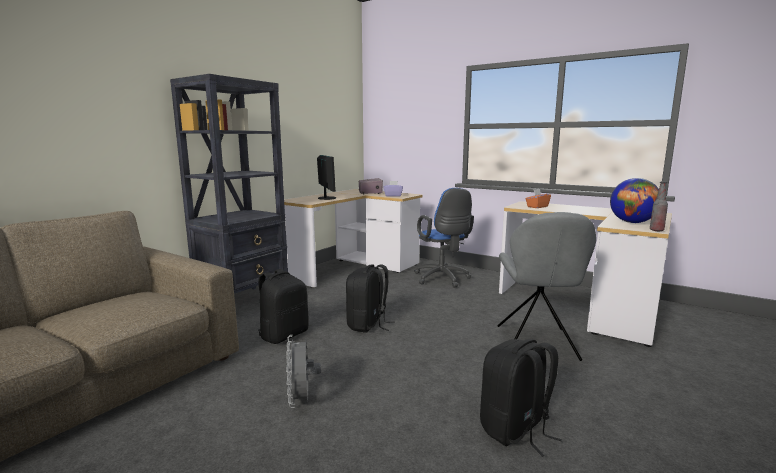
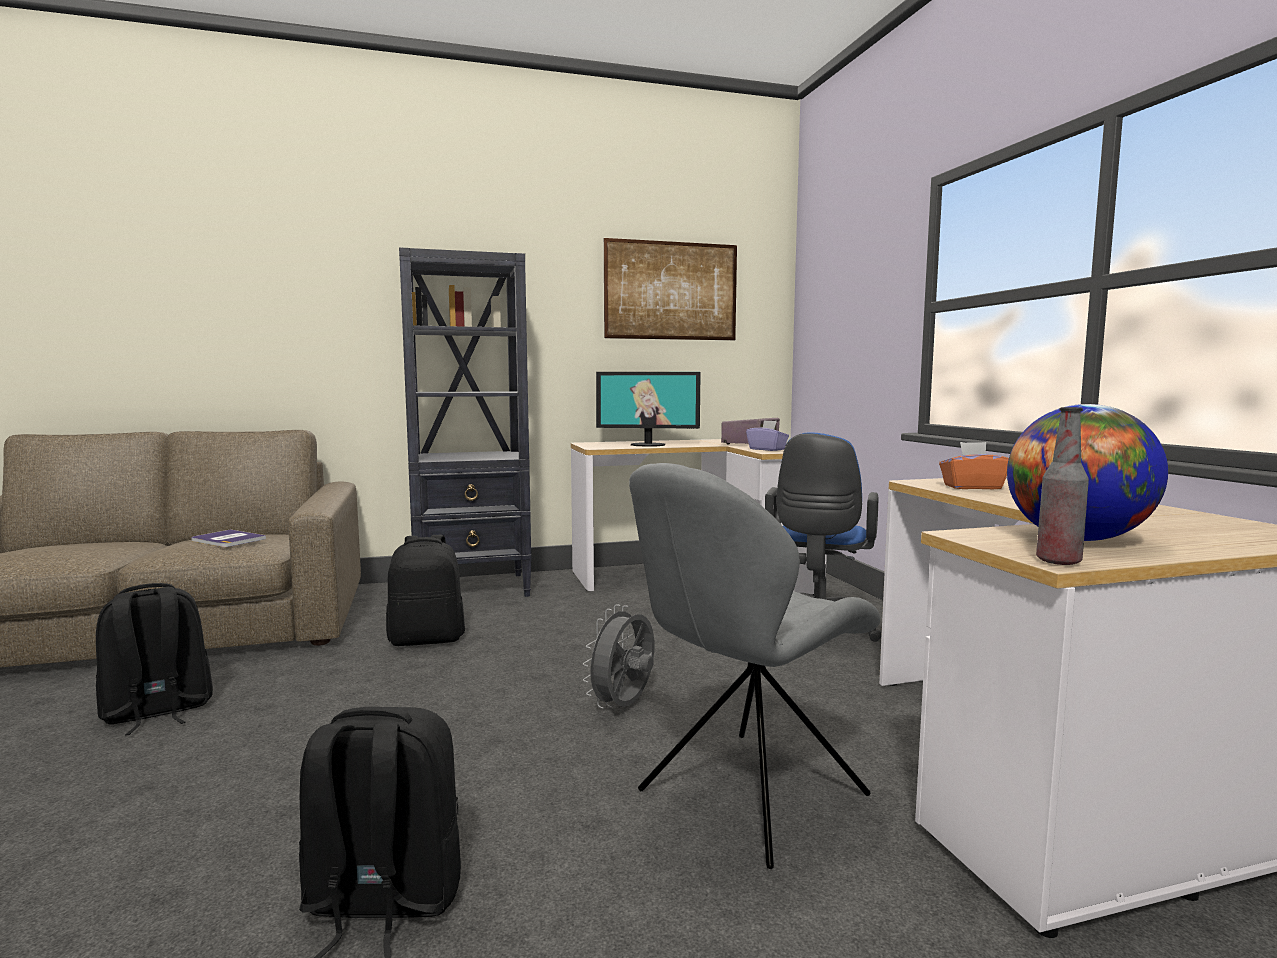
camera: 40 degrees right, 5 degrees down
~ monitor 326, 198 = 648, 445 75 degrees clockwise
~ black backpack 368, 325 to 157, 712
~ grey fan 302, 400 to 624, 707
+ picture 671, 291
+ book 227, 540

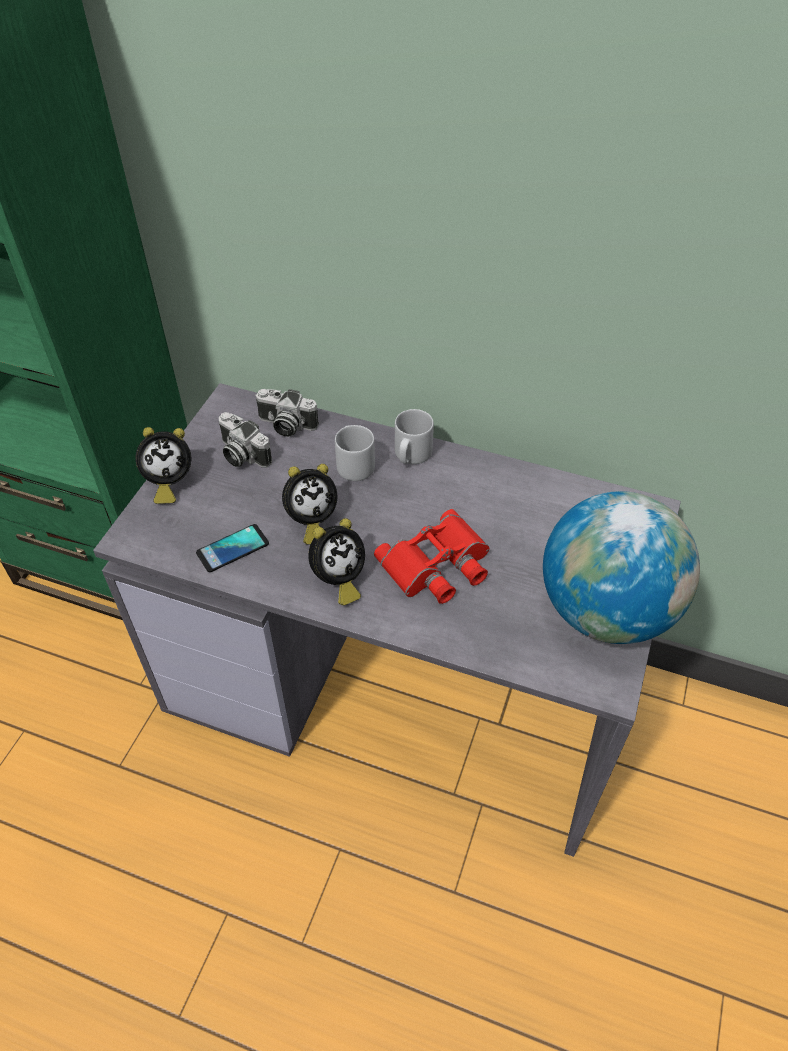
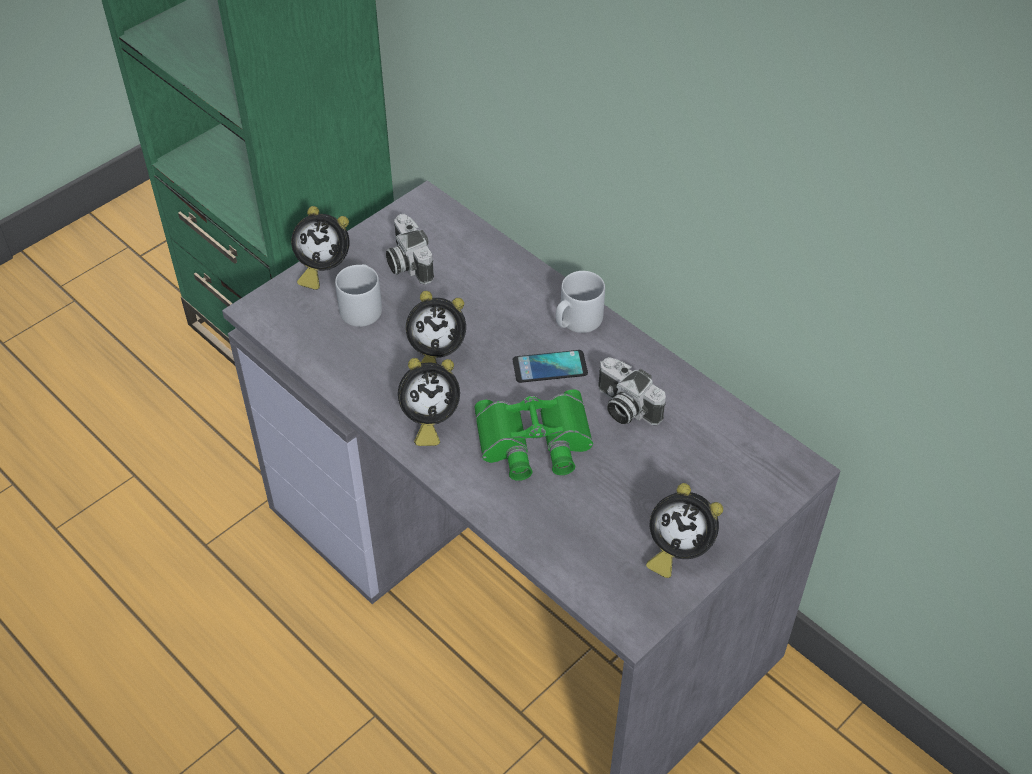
camera: 25 degrees right, 0 degrees up
~ photo camera 285, 425 to 624, 407
~ grey mug 354, 464 to 362, 307
~ globe 605, 610 to alarm clock 677, 550
~ red binoculars 438, 566 to green binoculars 534, 443
~ phone 233, 548 to 550, 367

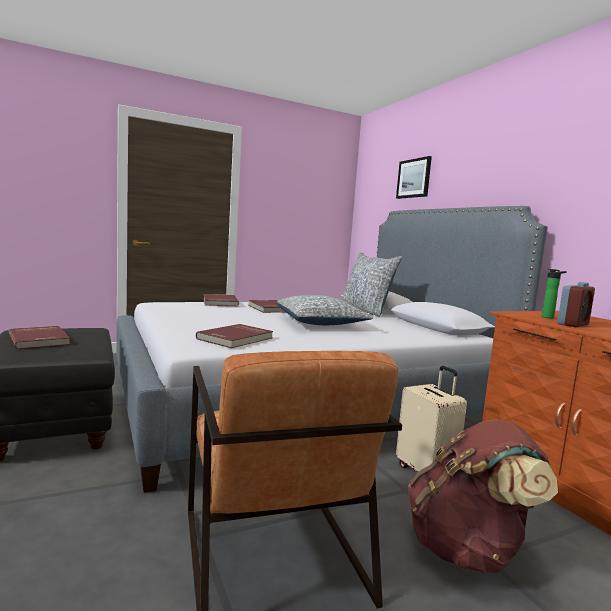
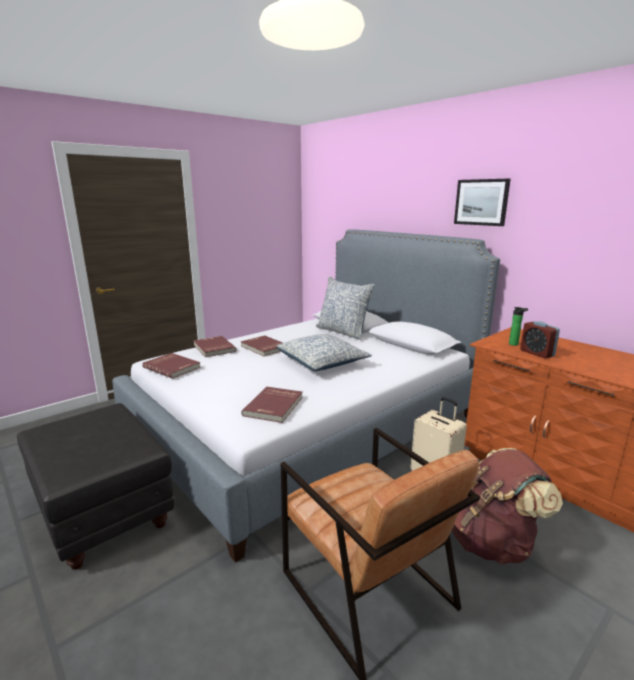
camera: 15 degrees left, 10 degrees up
~ picture 414, 178 to 481, 202
~ alarm clock 573, 324 = 536, 353 120 degrees clockwise
~ red book 40, 340 to 172, 367

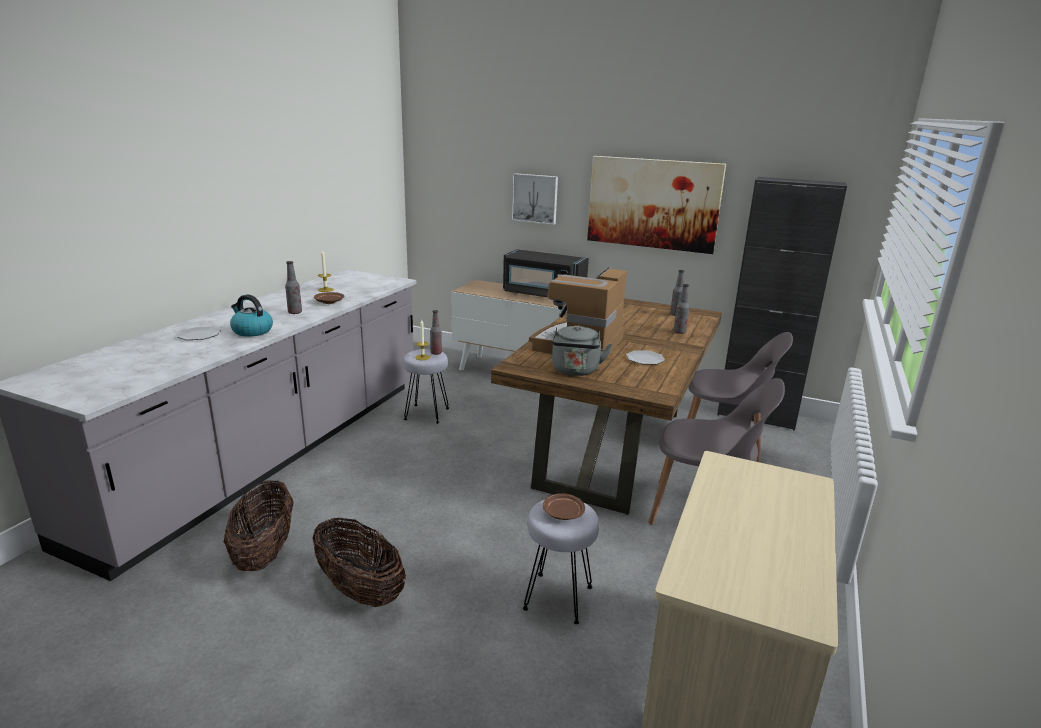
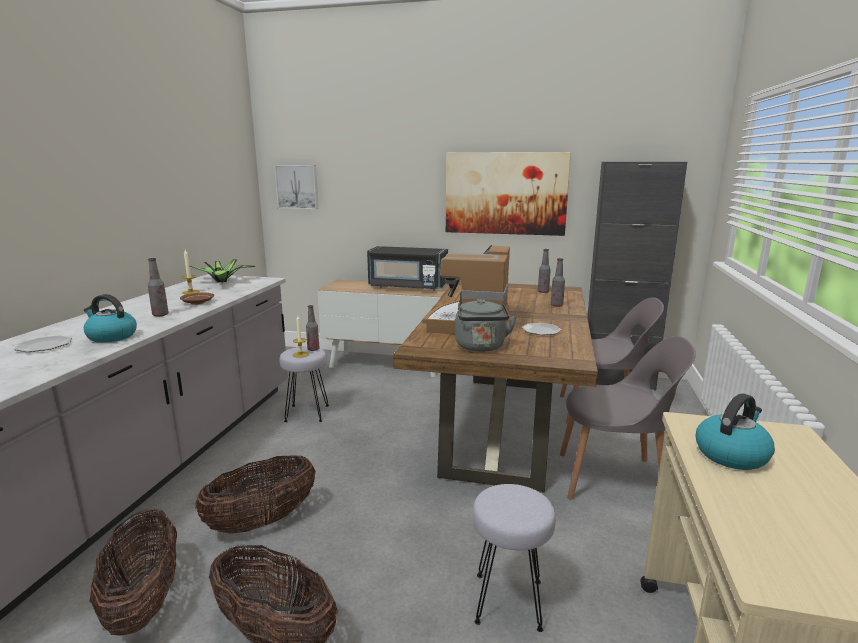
camera: 10 degrees left, 5 degrees down
~ picture 535, 198 to 297, 186
- brown plate 563, 513
+ potted plant 223, 282
+ kettle 731, 454
+ basket 262, 521

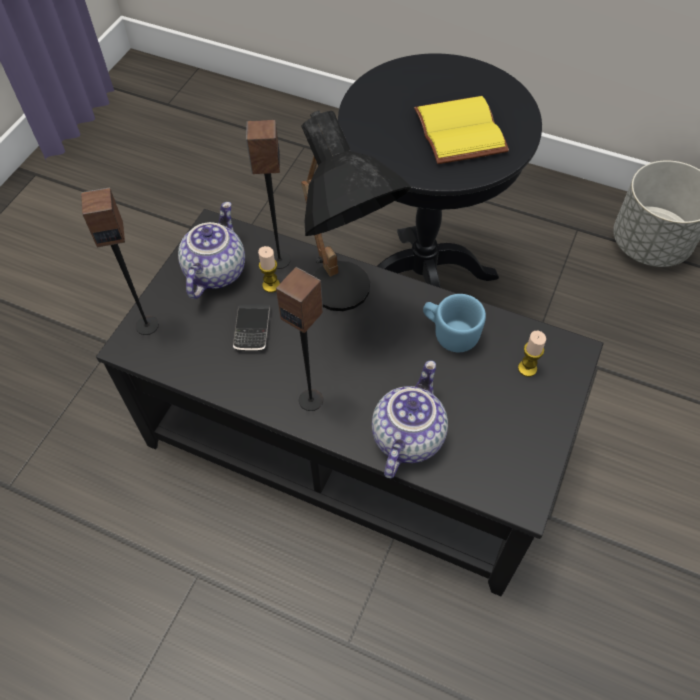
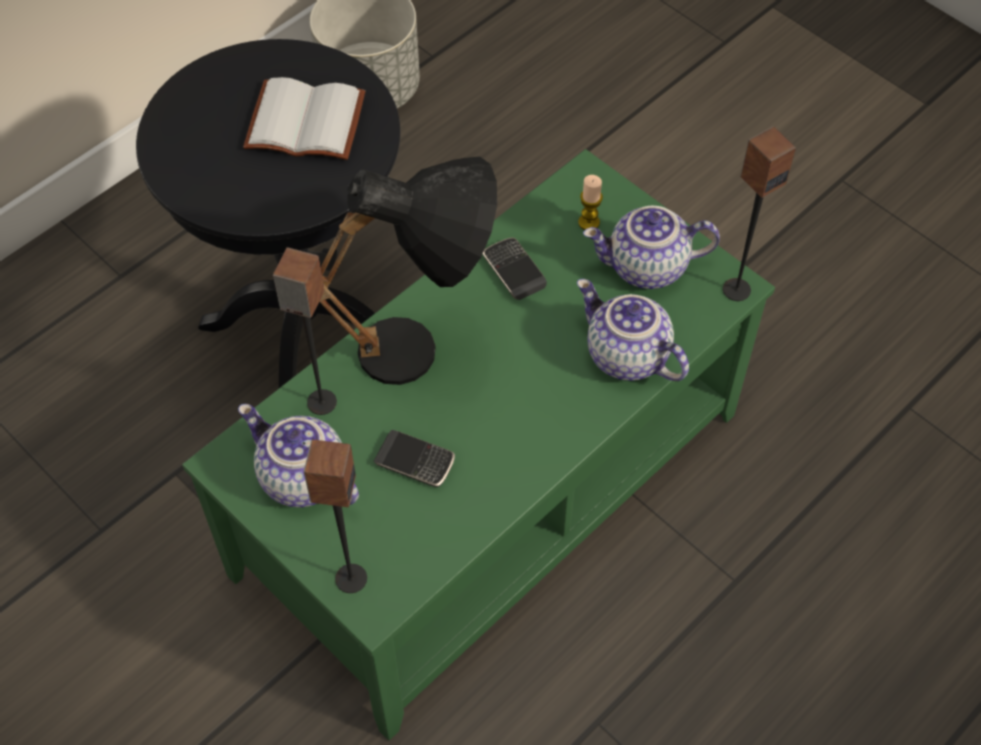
camera: 70 degrees left, 0 degrees up
~ yellow book 463, 132 to white book 308, 120
~ black coffee table 350, 443 to green coffee table 492, 496
- candle 271, 285
~ speaker 311, 399 to 736, 289
~ blue mug 450, 333 to phone 514, 271
+ teapot 646, 268

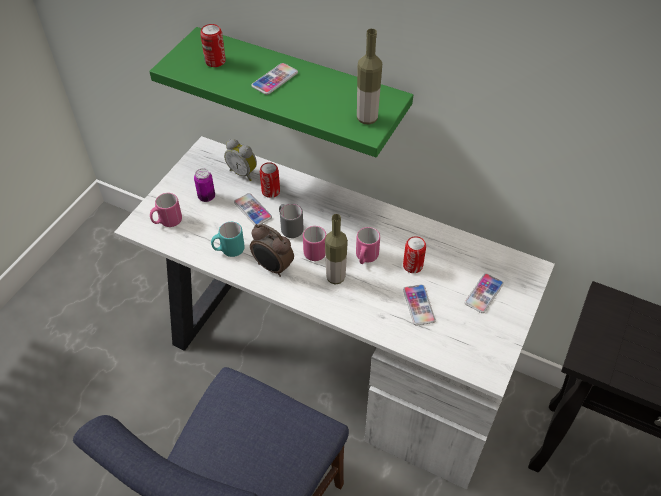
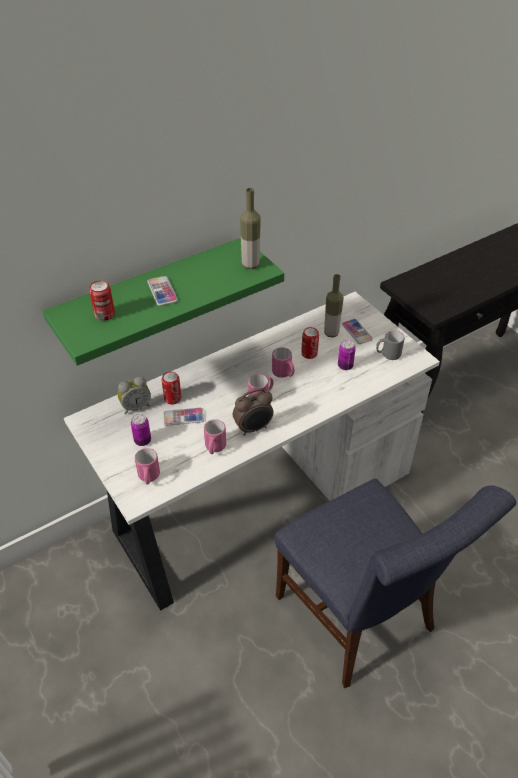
camera: 60 degrees left, 5 degrees down
~ grey mug 289, 228 to 387, 355
~ bottle 335, 277 to 331, 333
~ turquoise mug 229, 250 to pink mug 214, 448
~ phone 418, 305 to can 345, 366

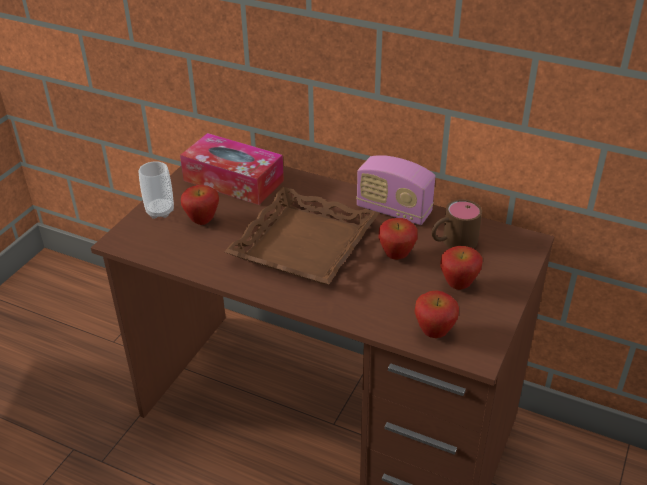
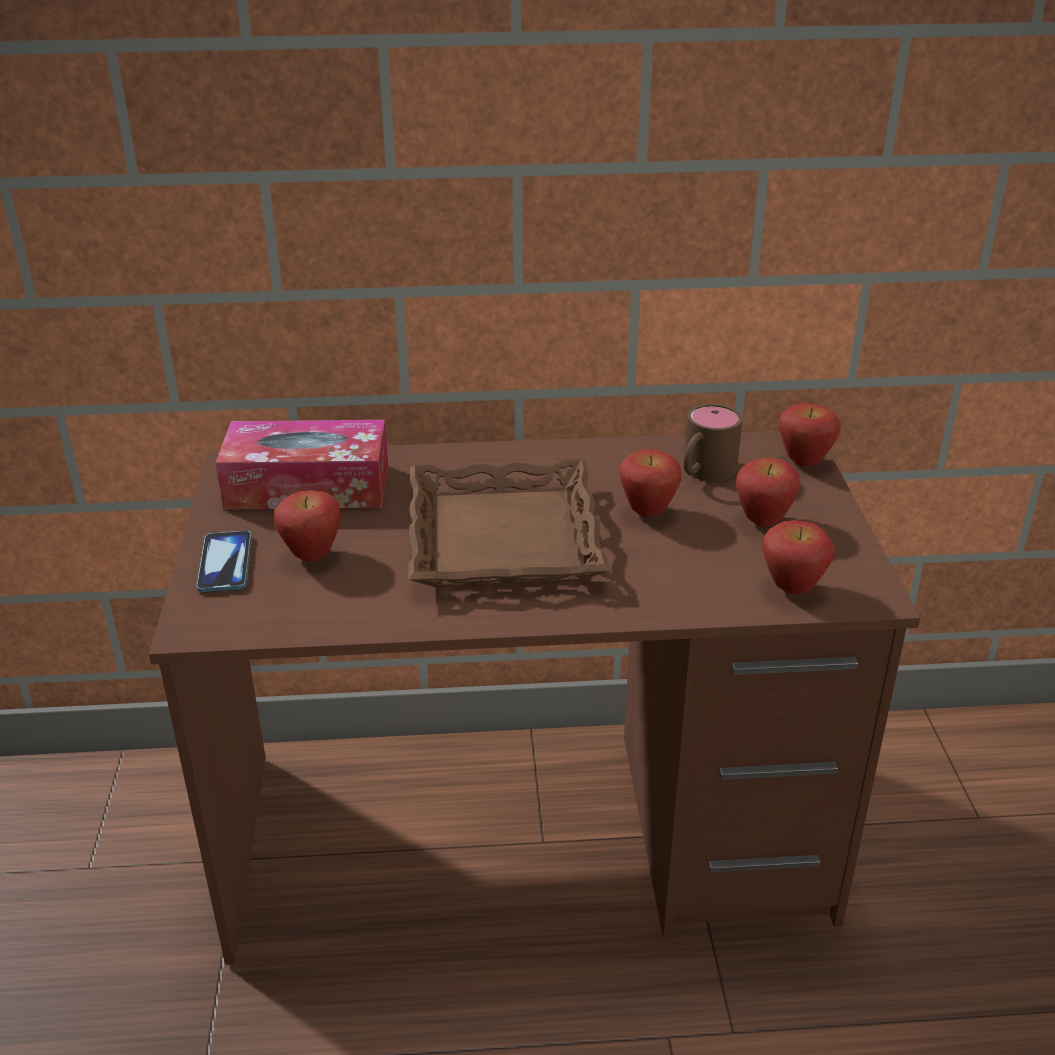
camera: 30 degrees left, 5 degrees down
- radio 394, 211
~ cup 160, 211 to phone 225, 563
+ apple 804, 462

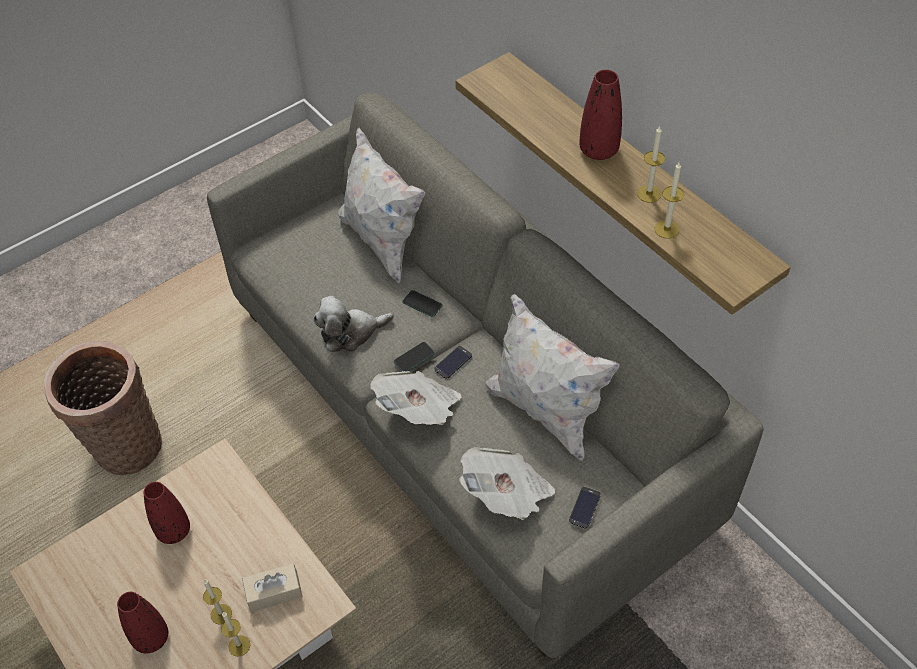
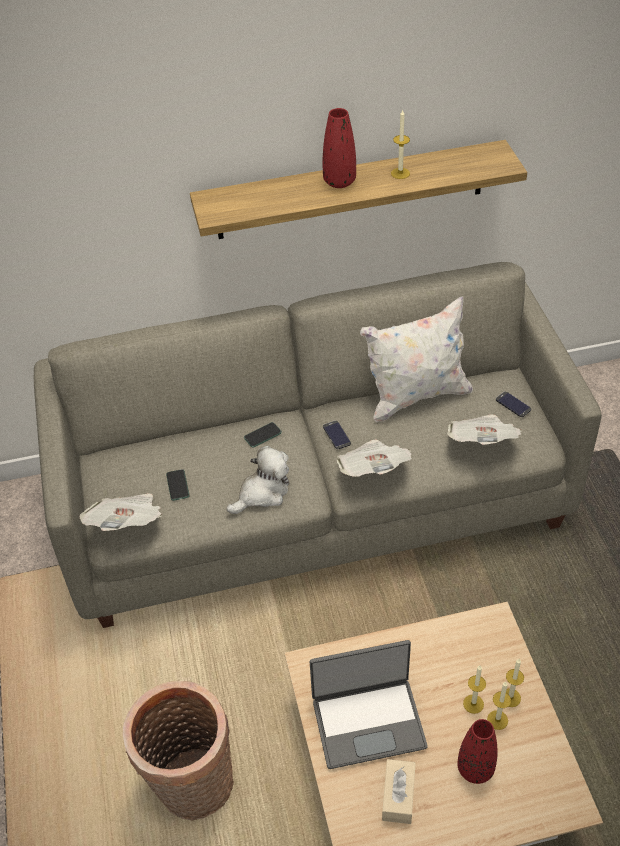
camera: 65 degrees left, 5 degrees down
- white pillow 383, 241
~ candle 666, 229 to 497, 720
~ plush toy 351, 333 = 262, 493 135 degrees counterclockwise
~ phone 414, 358 to 177, 485
~ red vase 174, 531 to laptop 368, 721
~ beige tissue box 274, 592 to 398, 796
+ newspaper 127, 524

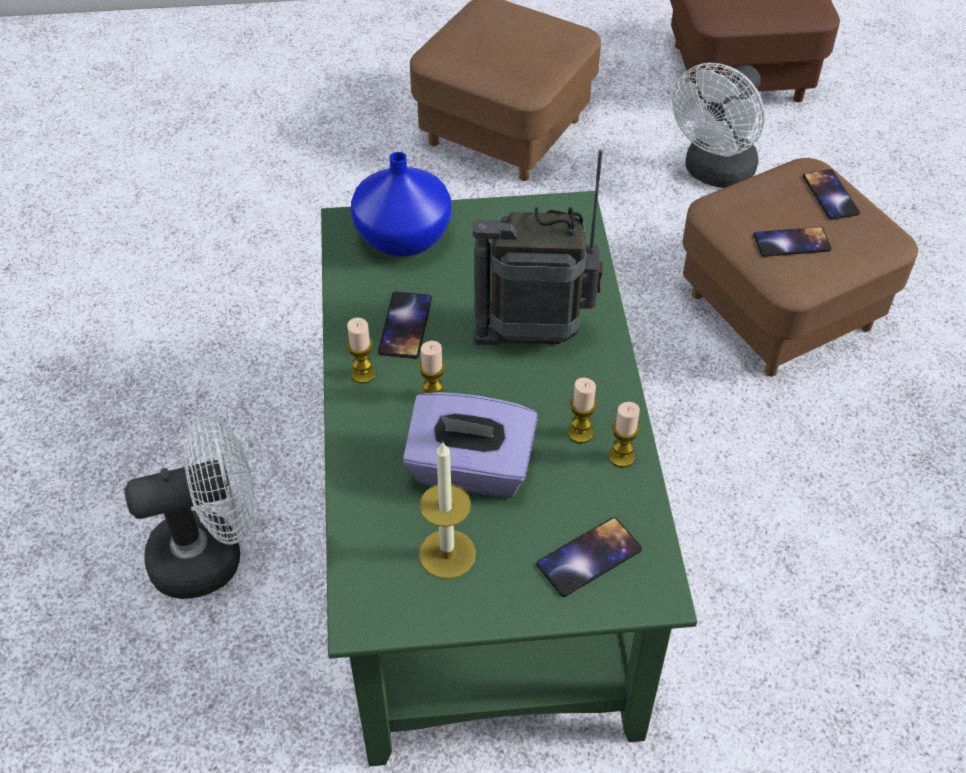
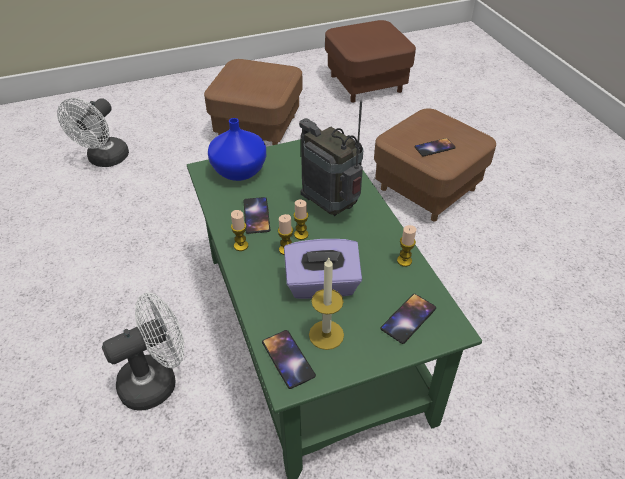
camera: 15 degrees left, 5 degrees down
~ white fan 714, 173 to 105, 160
~ radio 534, 333 = 331, 206 60 degrees clockwise
~ phone 830, 195 to 288, 359
~ candle 580, 433 to 301, 234

